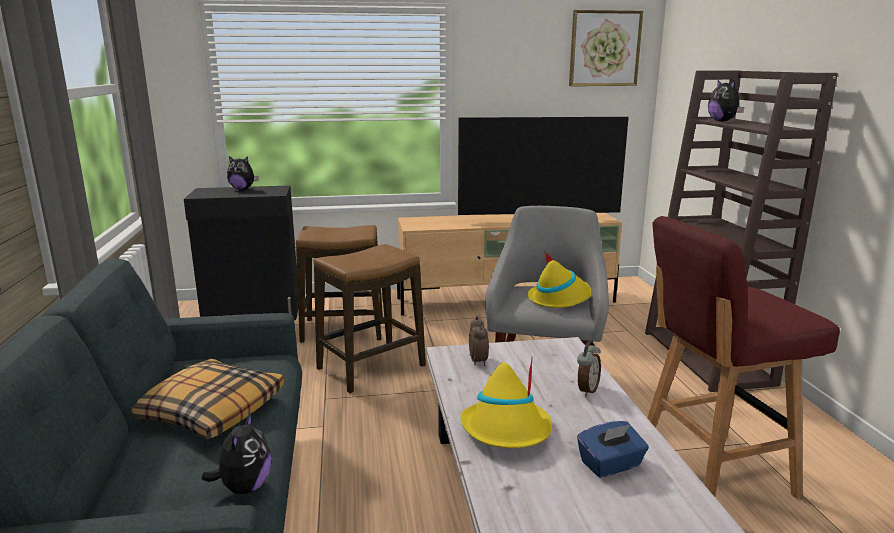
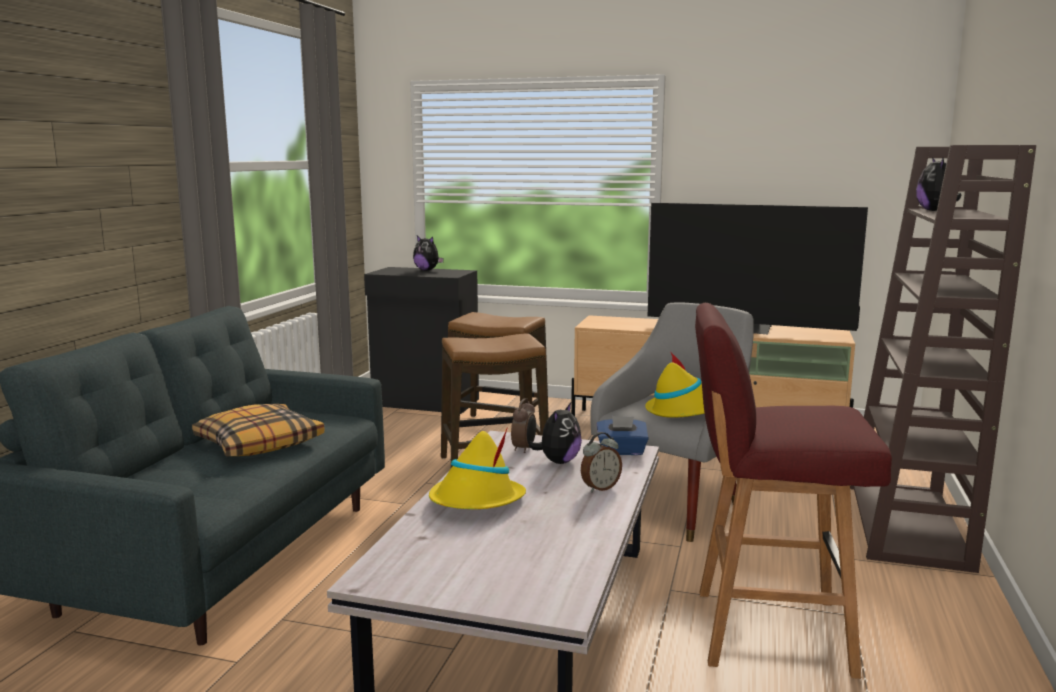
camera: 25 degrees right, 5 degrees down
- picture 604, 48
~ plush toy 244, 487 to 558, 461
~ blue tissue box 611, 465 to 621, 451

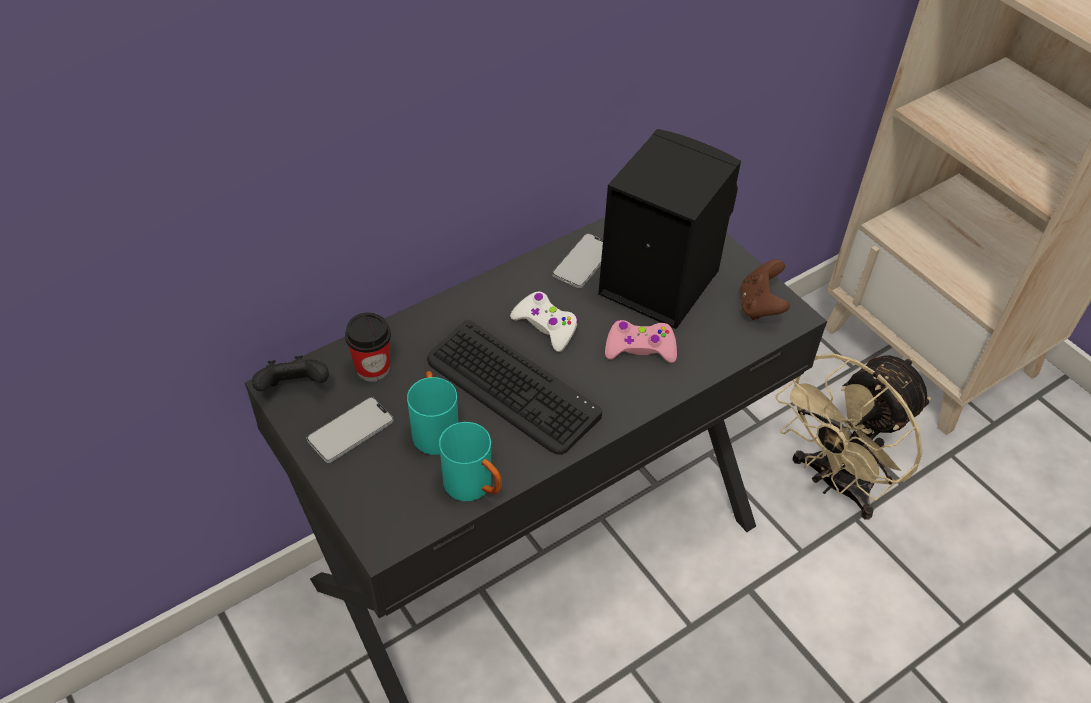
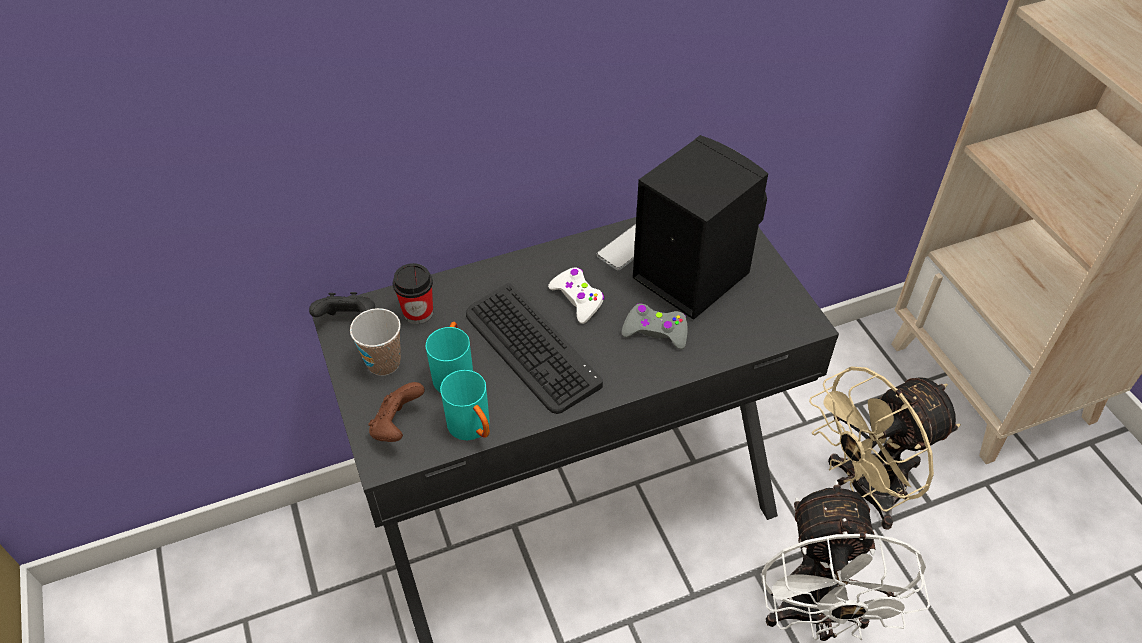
camera: 15 degrees right, 0 degrees up
~ brown game controller 760, 306 to 397, 426
~ pink game controller 640, 348 to grey game controller 655, 331
~ phone 350, 431 to cup 384, 363
+ white fan 815, 616

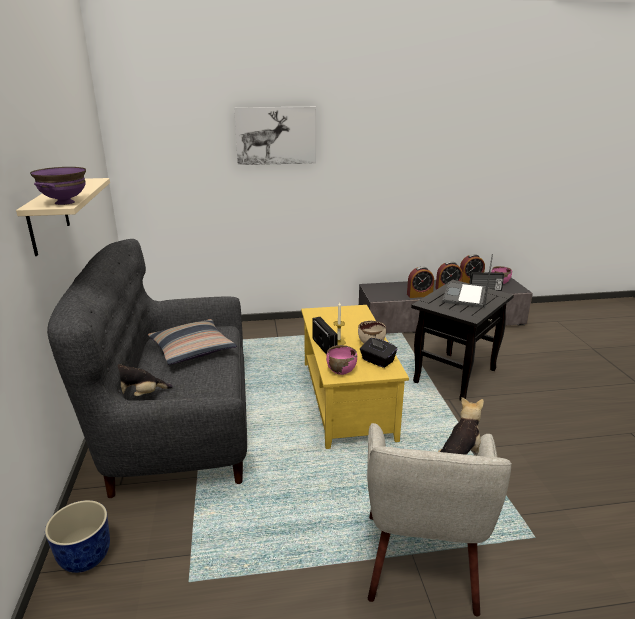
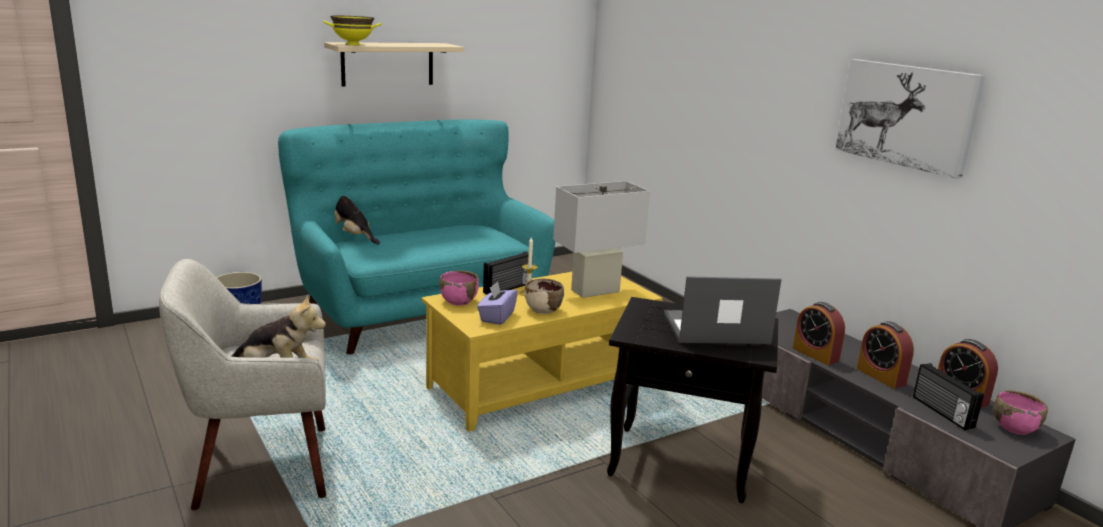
camera: 65 degrees right, 5 degrees down
~ picture 275, 135 to 906, 115
~ purple bowl 64, 202 to yellow bowl 353, 44
~ grey sofa 177, 426 to turquoise sofa 420, 309
- pillow 192, 349
~ black tissue box 377, 361 to purple tissue box 496, 317
+ white table lamp 595, 291

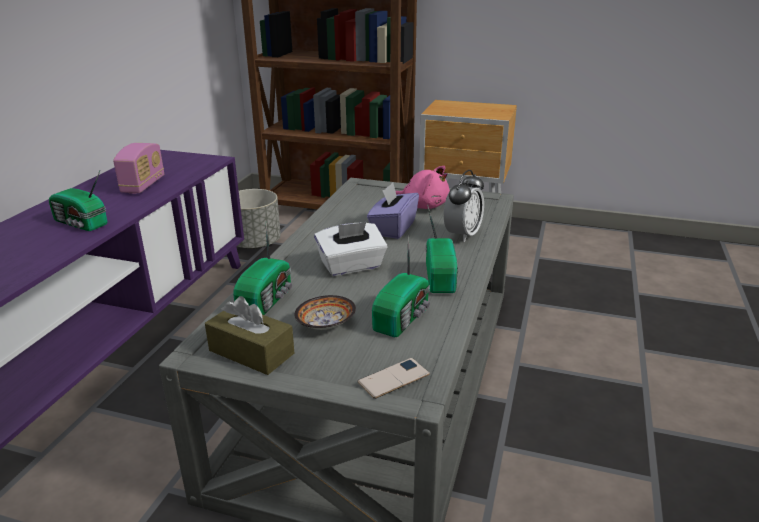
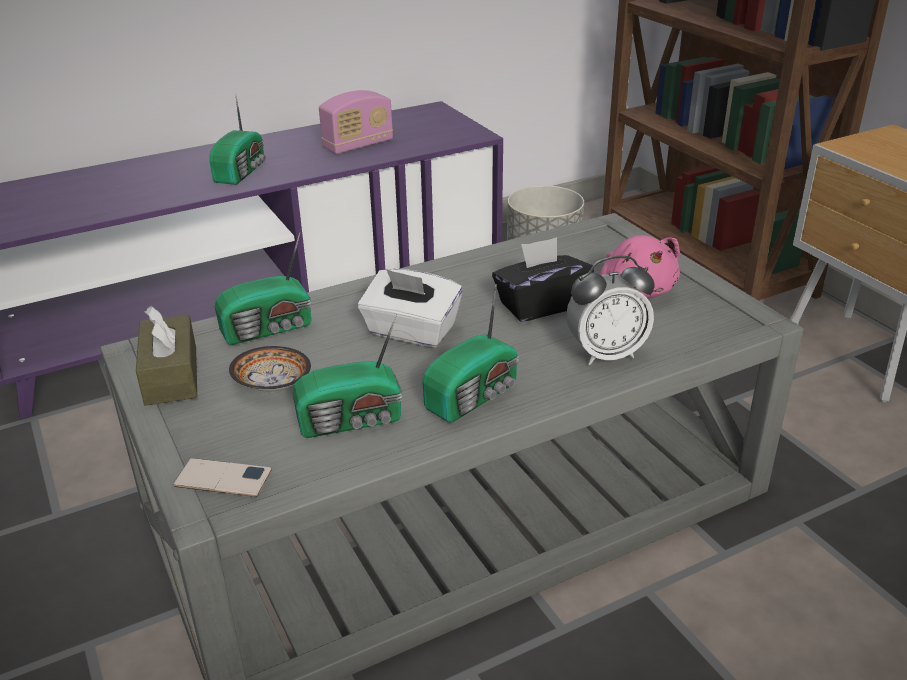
camera: 45 degrees right, 5 degrees up
~ radio 80, 223 = 242, 171 150 degrees counterclockwise
~ purple tissue box 393, 228 to black tissue box 540, 305

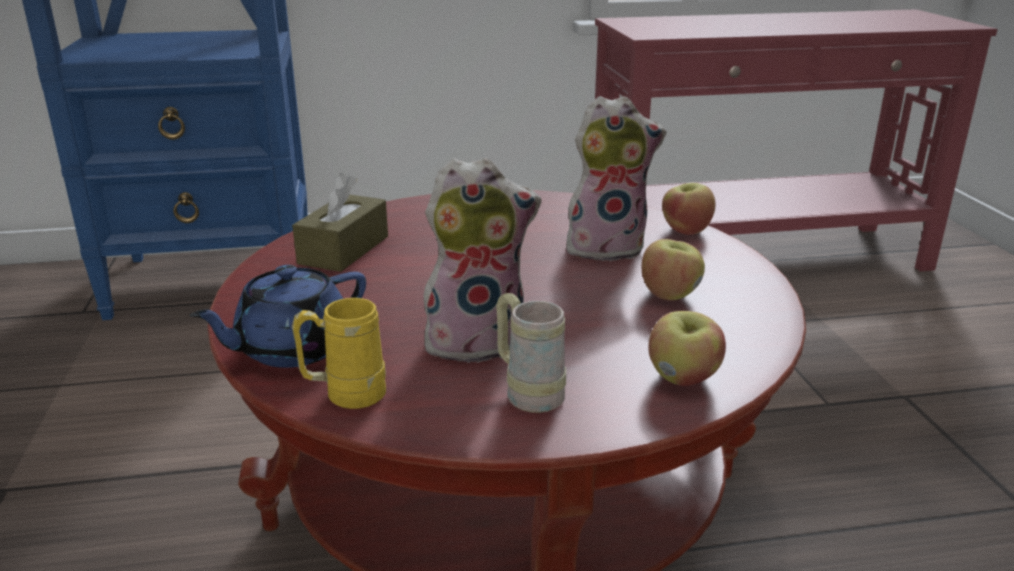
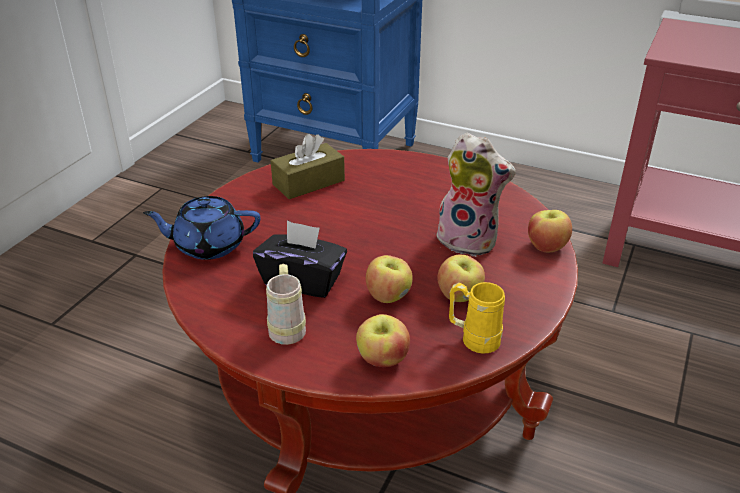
camera: 35 degrees right, 10 degrees up
~ plush toy 476, 341 to black tissue box 302, 280
~ yellow mug 344, 395 to 473, 339
+ apple 388, 296

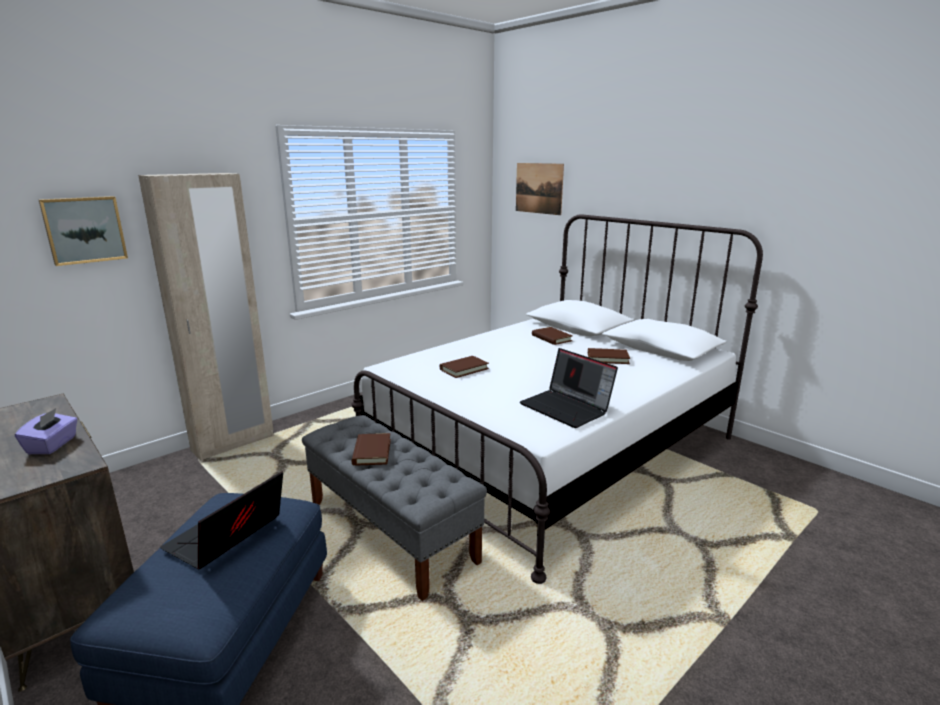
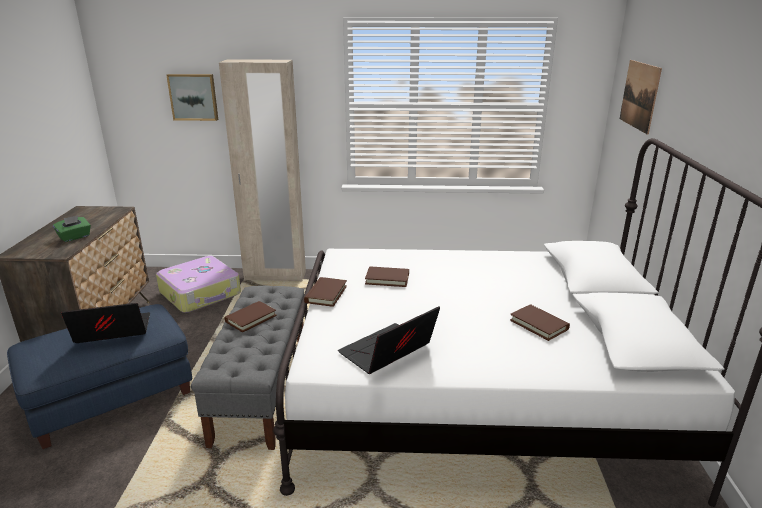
camera: 45 degrees right, 5 degrees up
~ brown book 551, 338 to 326, 294
~ laptop 567, 408 = 387, 353 45 degrees clockwise
~ purple tissue box 53, 445 to green tissue box 75, 237
+ suitcase 201, 293

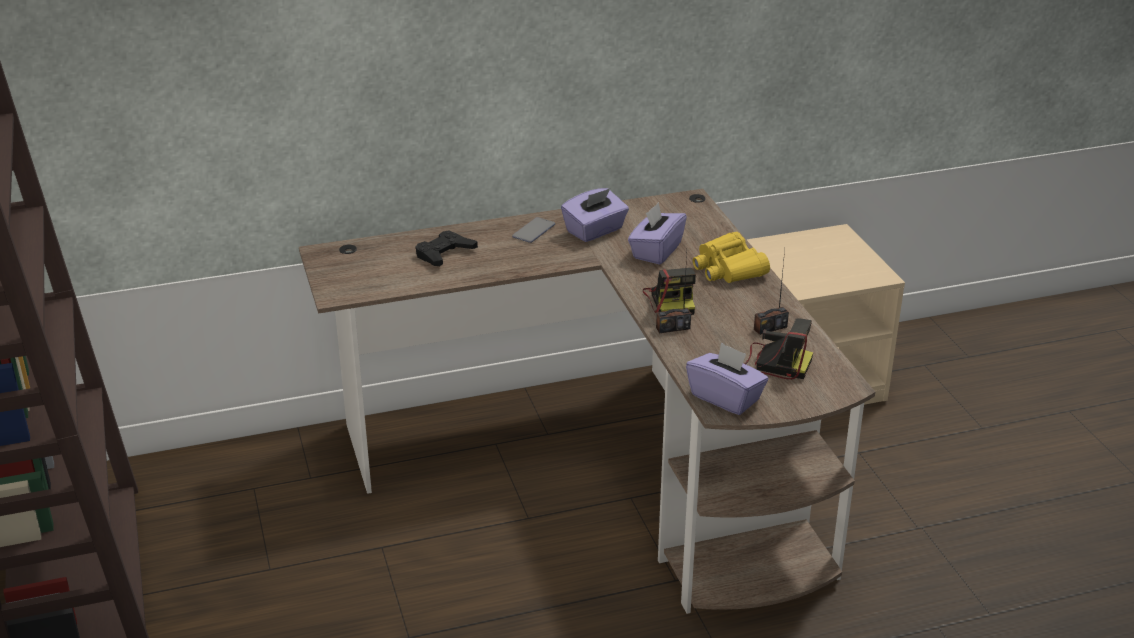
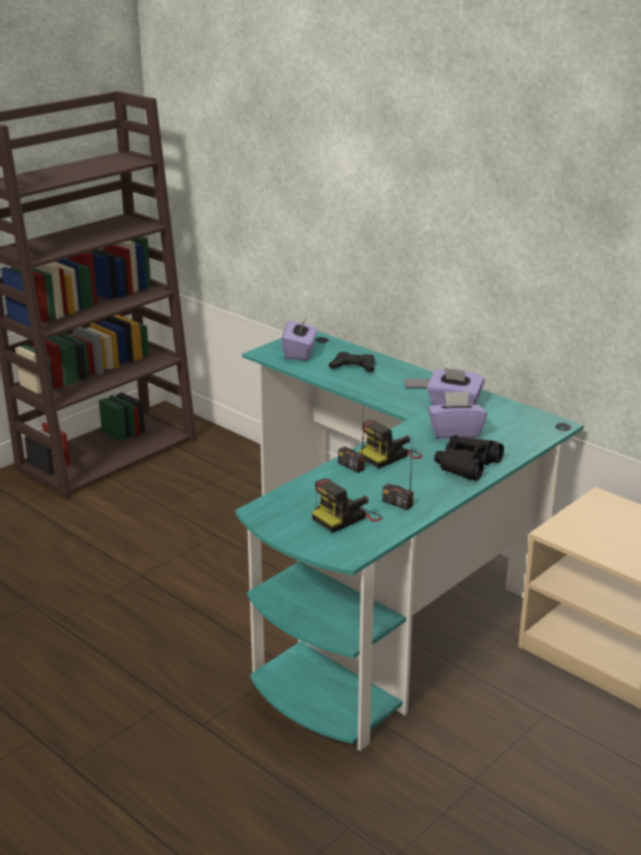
camera: 60 degrees right, 5 degrees down
~ brown desk 610, 466 to turquoise desk 388, 593
~ yellow binoculars 728, 268 to black binoculars 467, 465
~ photo camera 774, 363 = 346, 517 60 degrees clockwise
~ purple tissue box 725, 398 to 300, 353

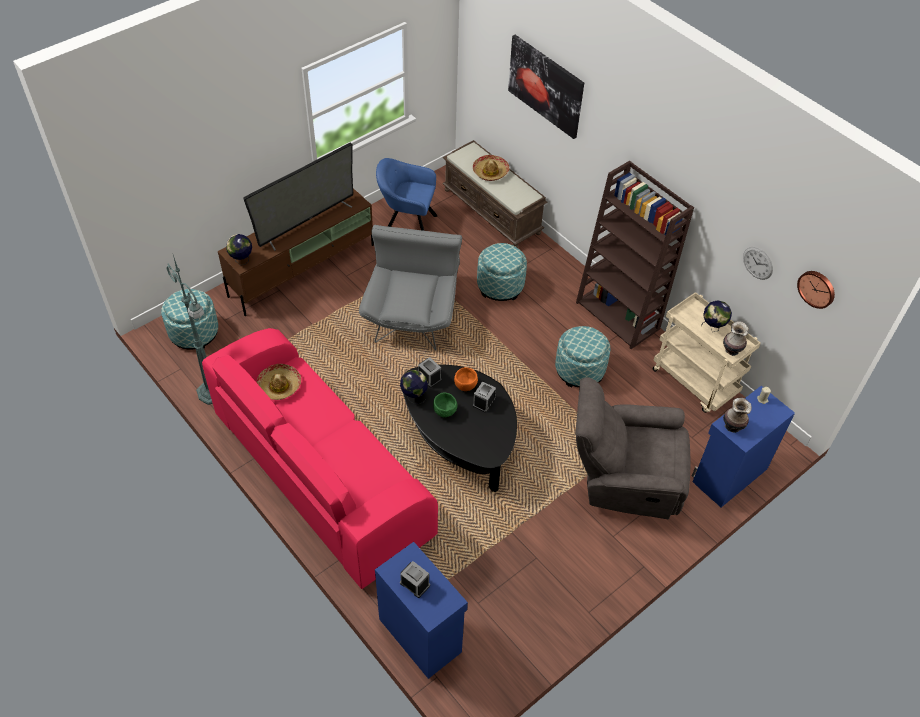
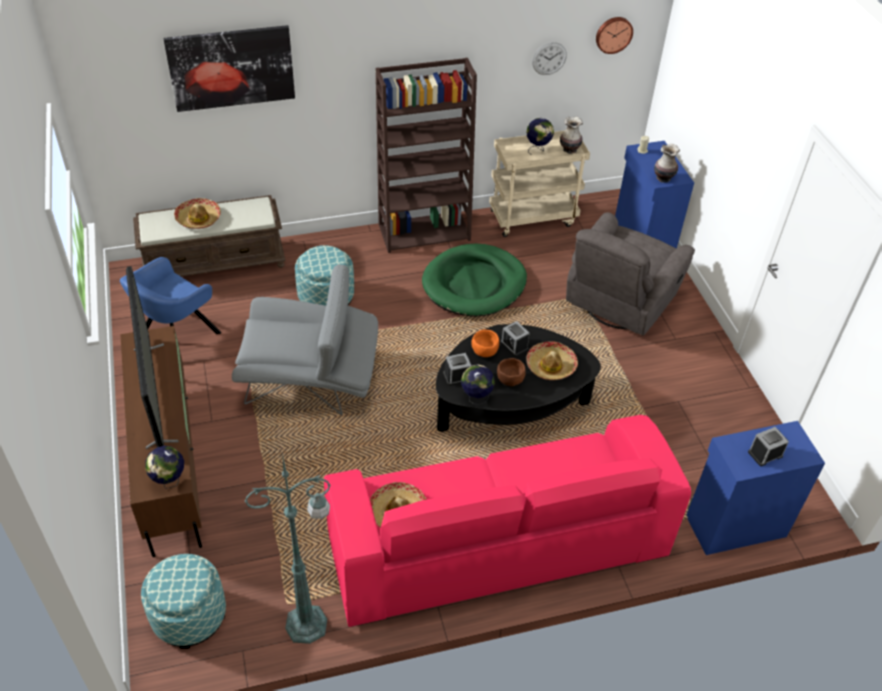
camera: 65 degrees left, 5 degrees down
~ grey armchair 413, 310 = 310, 379 150 degrees clockwise
~ ottoman 579, 370 to green dog bed 474, 284
~ green bowl 444, 411 to brown bowl 510, 381
+ hat 551, 366

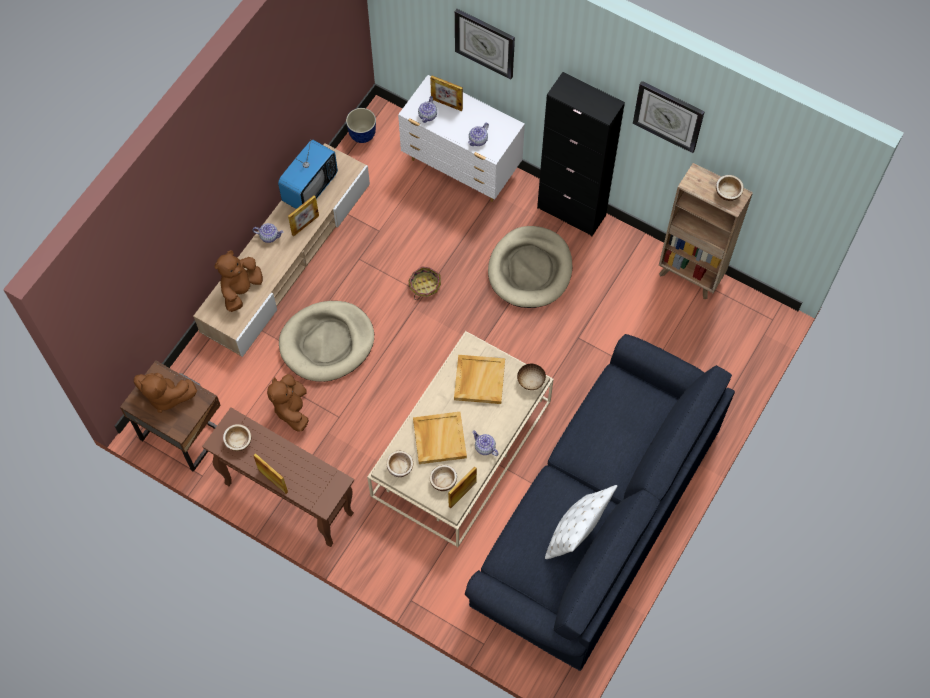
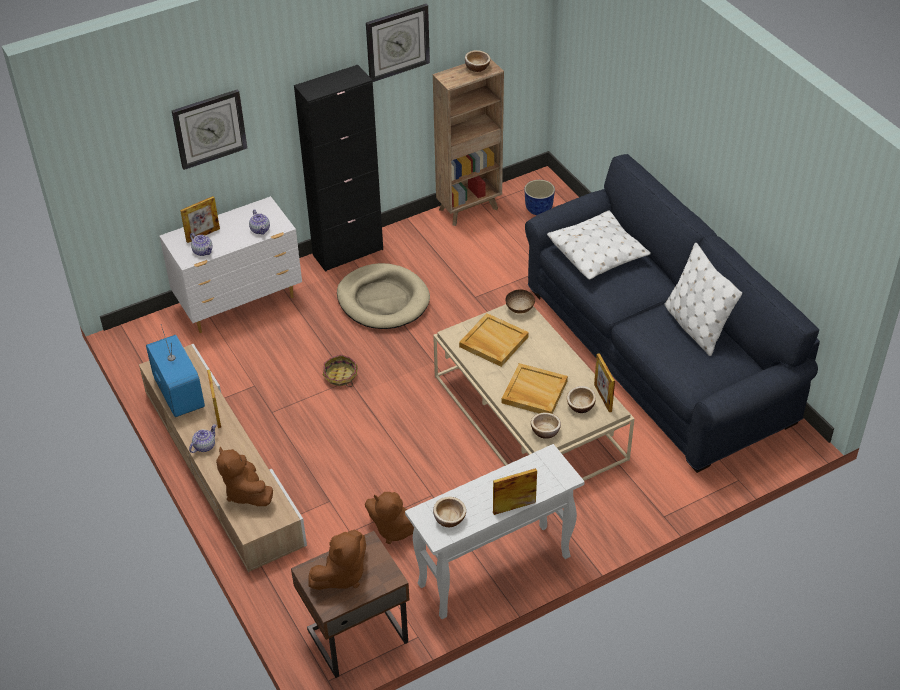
camera: 60 degrees left, 20 degrees down
~ planter 363, 135 to 539, 209
- beige dog bed 327, 343
~ brown console table 287, 498 to white console table 493, 572
- teapot 484, 447
+ white pillow 598, 253

